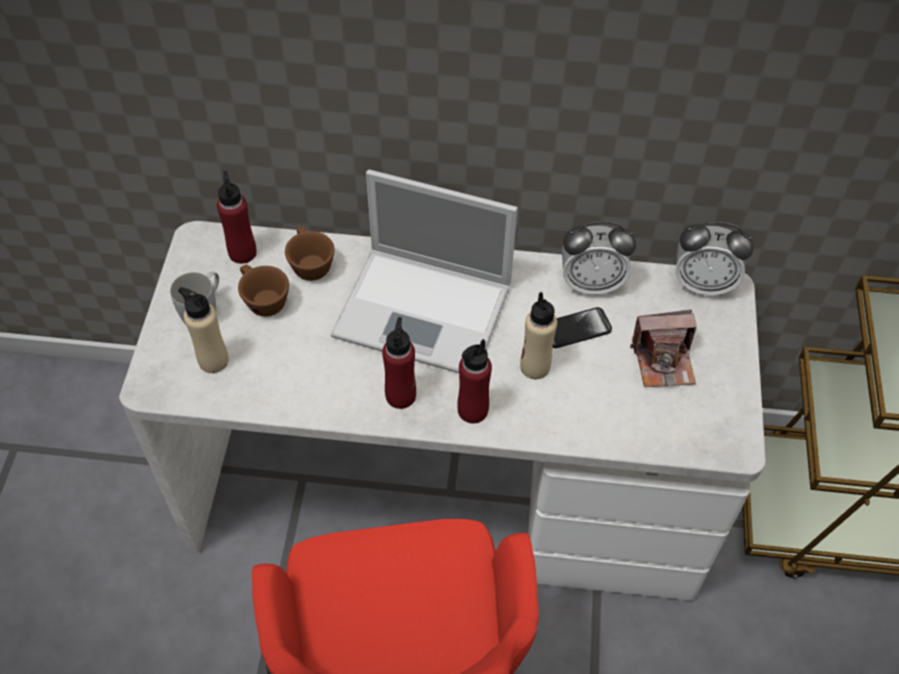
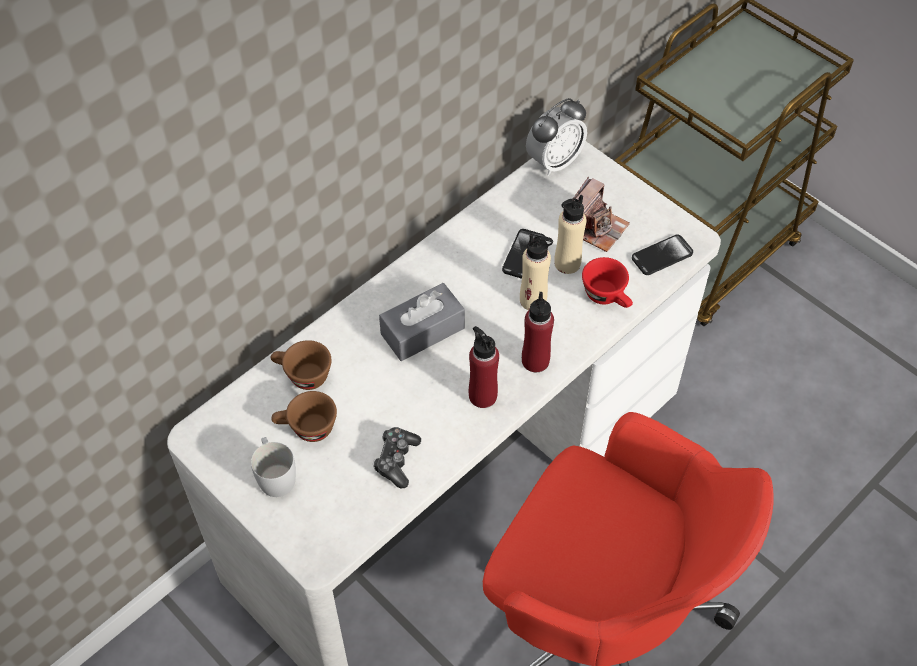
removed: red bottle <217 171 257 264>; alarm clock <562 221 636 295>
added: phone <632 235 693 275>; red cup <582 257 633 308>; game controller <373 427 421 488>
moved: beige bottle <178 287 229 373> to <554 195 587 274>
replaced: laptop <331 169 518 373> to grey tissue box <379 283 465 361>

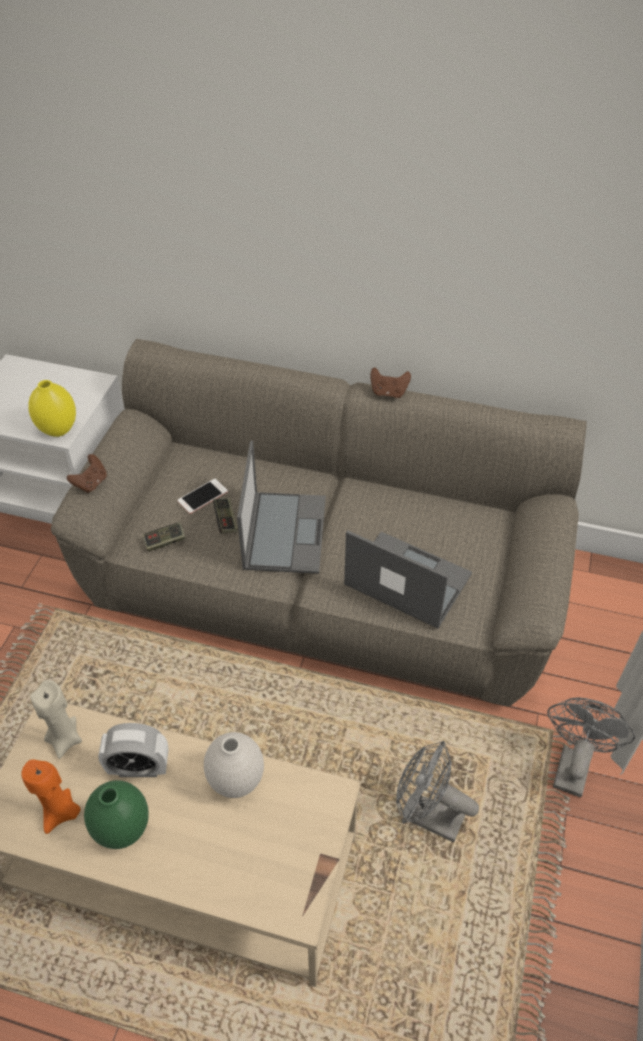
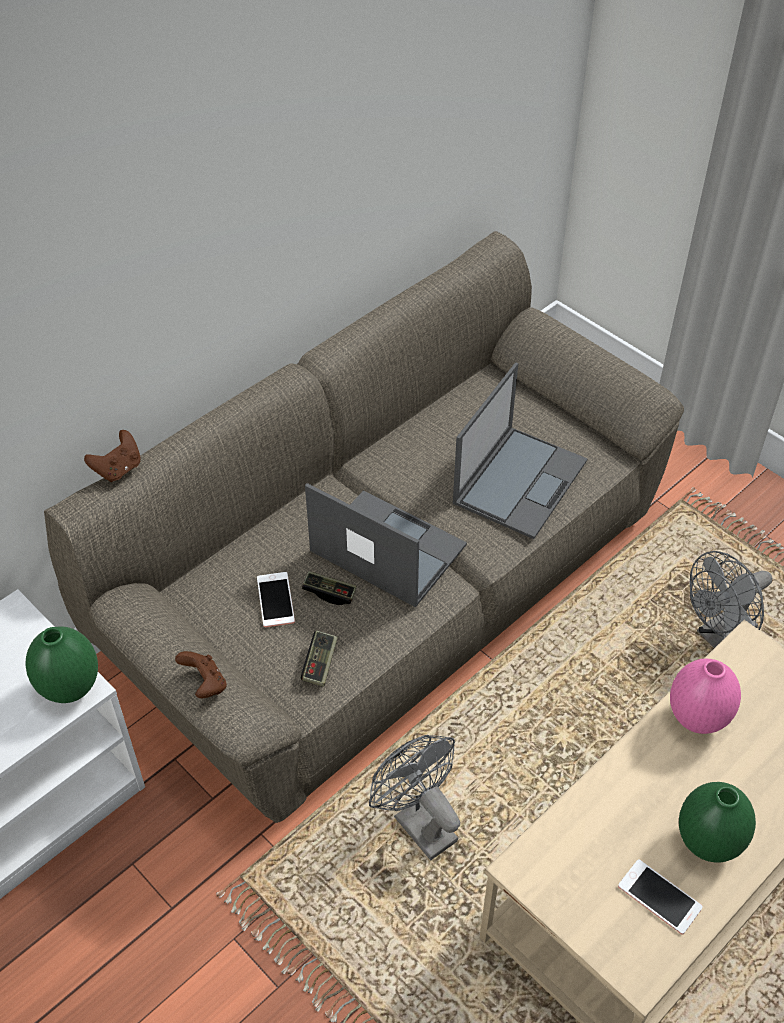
removed: beige candle <31 680 82 759>; alarm clock <98 723 168 777>
moved: brown game controller <370 367 411 398> to <84 430 141 482>; grey fan <547 697 635 797> to <369 735 460 861>
replaced: orange candle <21 760 81 834> to phone <618 859 703 935>
recoloured: yellow vase <28 380 76 437> to green vase <26 627 98 703>; white vase <204 732 264 798> to pink vase <670 659 741 734>
turned: laptop <344 530 472 628> = <453 362 588 539> 150 degrees clockwise

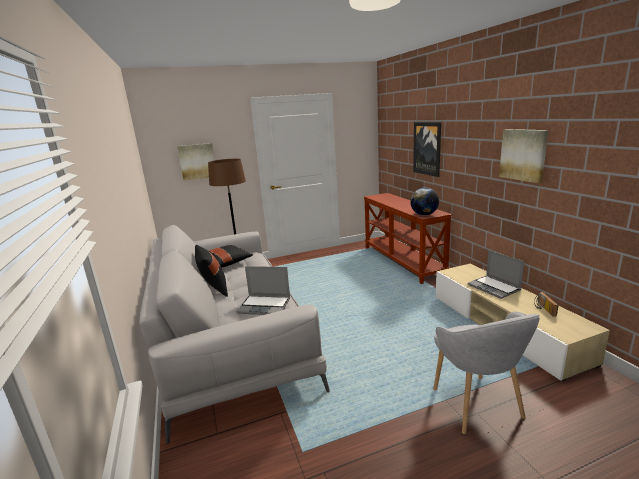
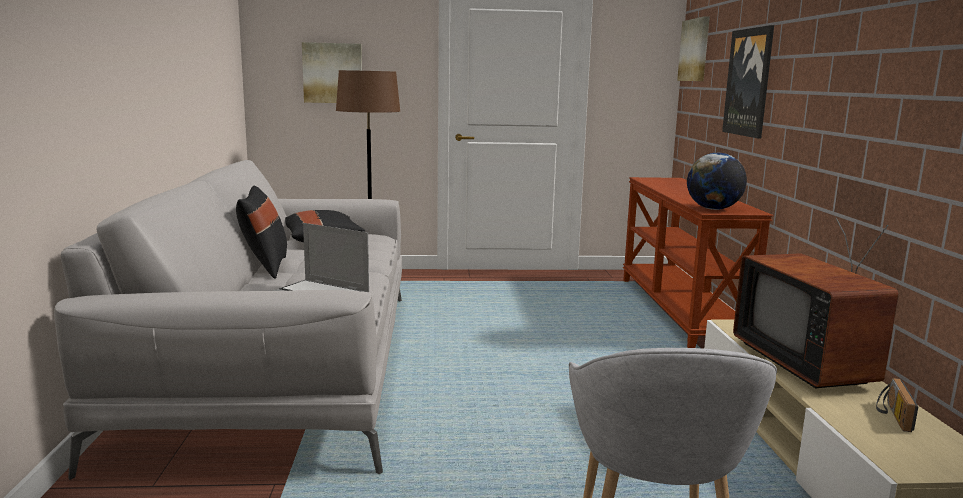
moved: picture <499 129 548 183> to <677 16 710 81>
replaced: laptop <468 250 524 299> to television <733 218 899 388>

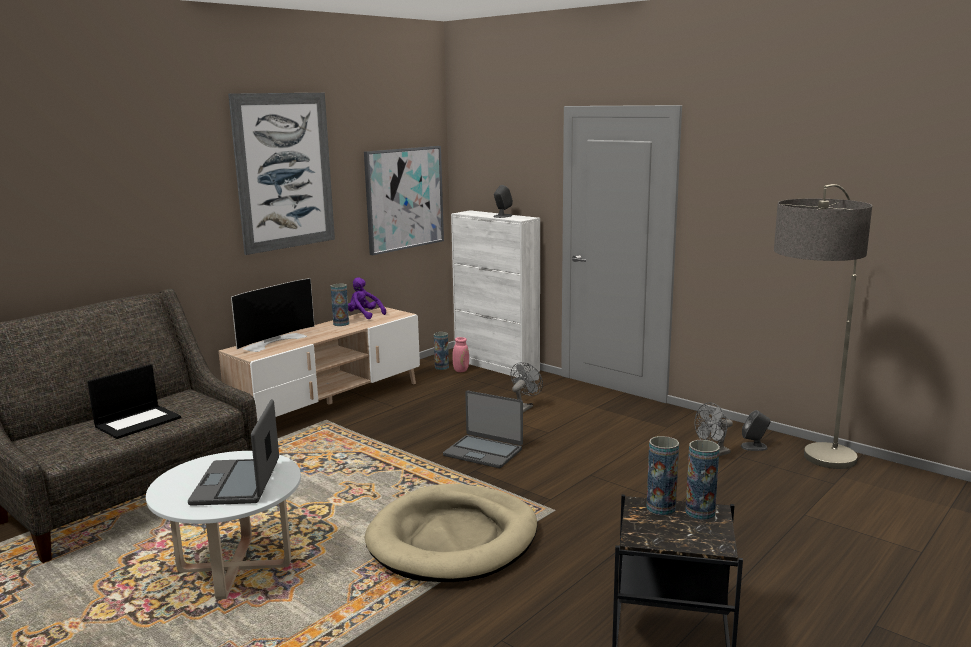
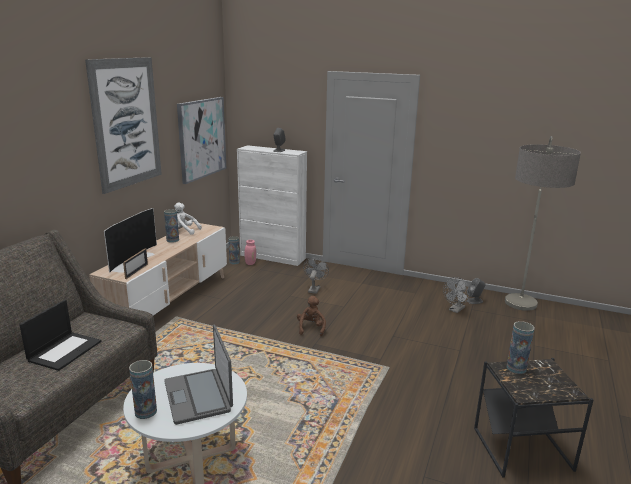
removed: beige dog bed <365 484 537 582>
added: picture frame <123 248 148 279>
moved: vase <685 440 720 520> to <129 360 157 419>
replaced: laptop <443 391 523 468> to brown plush toy <297 296 326 336>
recoloured: purple plush toy <348 277 386 319> to white plush toy <174 203 202 235>

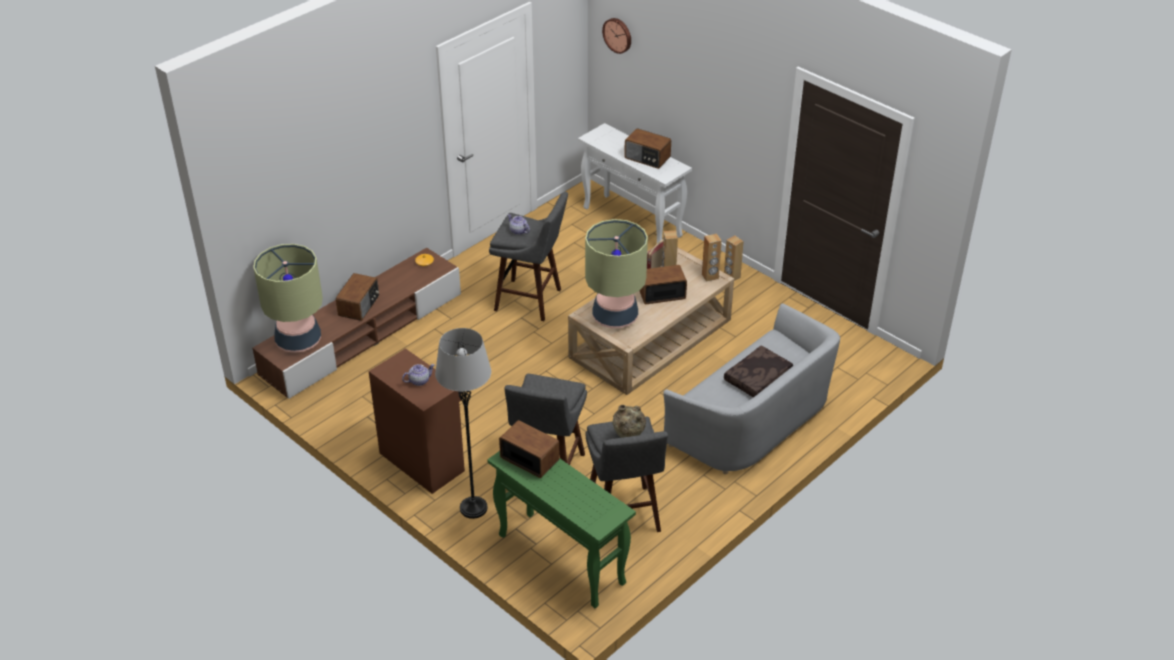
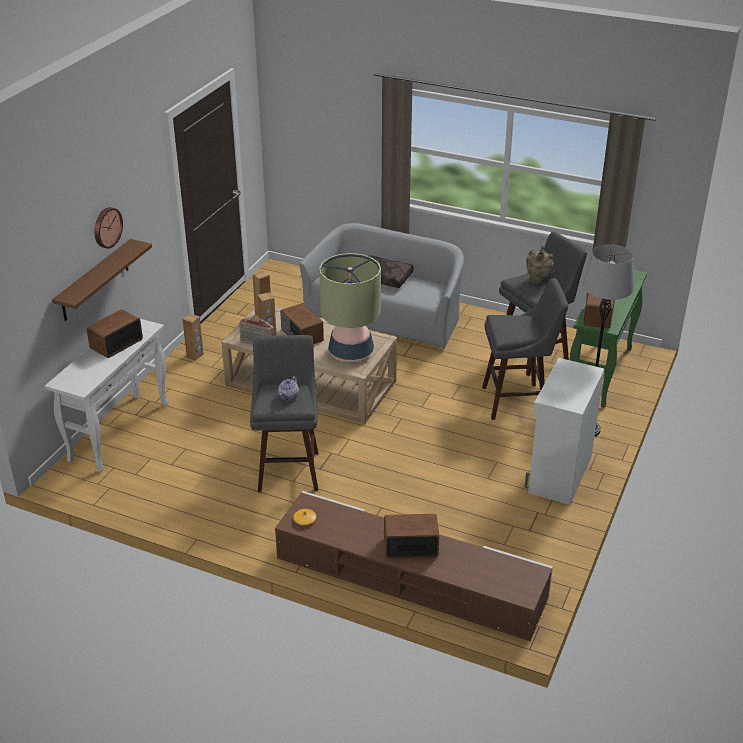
removed: table lamp <253 244 323 353>; teapot <402 364 435 386>
added: brown shelf <52 239 152 321>
moved: wall clock <602 18 631 54> to <95 207 123 249>
recoloured: brown cabinet <369 348 465 494> to white cabinet <525 358 604 505>
turned: radio <624 129 671 169> = <86 309 143 358> 150 degrees counterclockwise

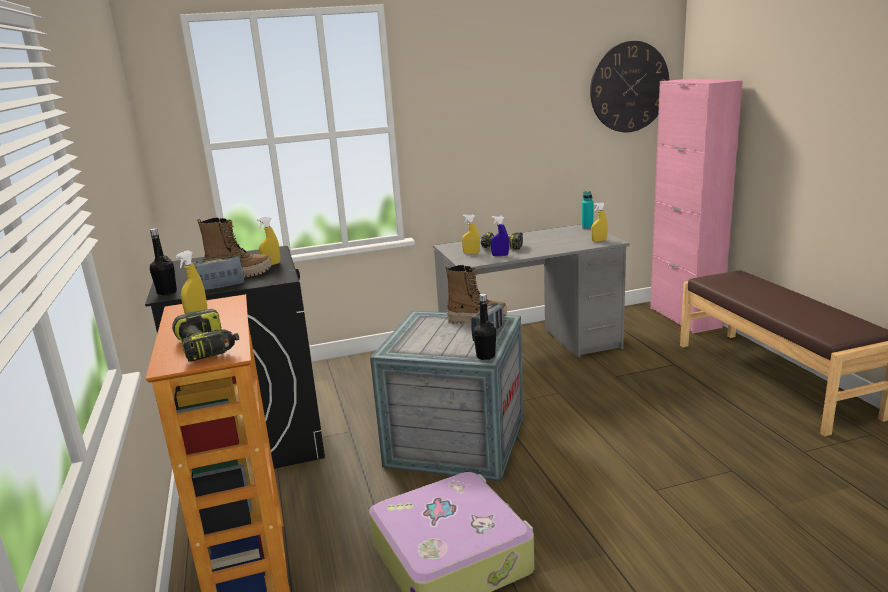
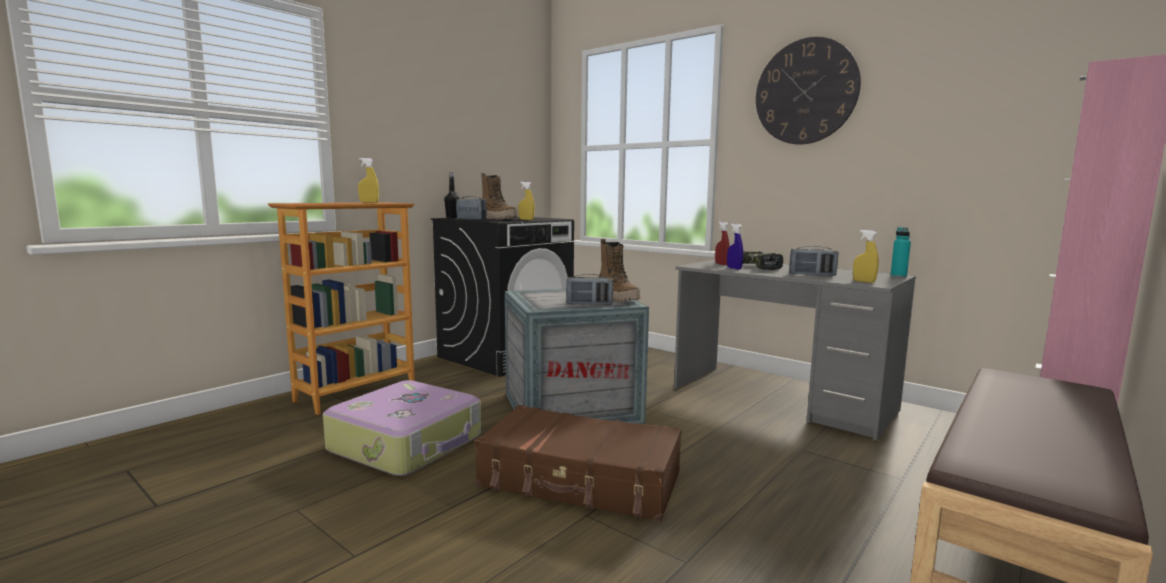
removed: black bottle <473 293 496 360>; power drill <172 309 239 361>
added: radio <789 246 839 276>; brown suitcase <475 405 682 522>
moved: wall clock <590 41 669 132> to <756 37 861 145>
recoloured: yellow spray bottle <462 214 480 254> to red spray bottle <715 222 730 265>

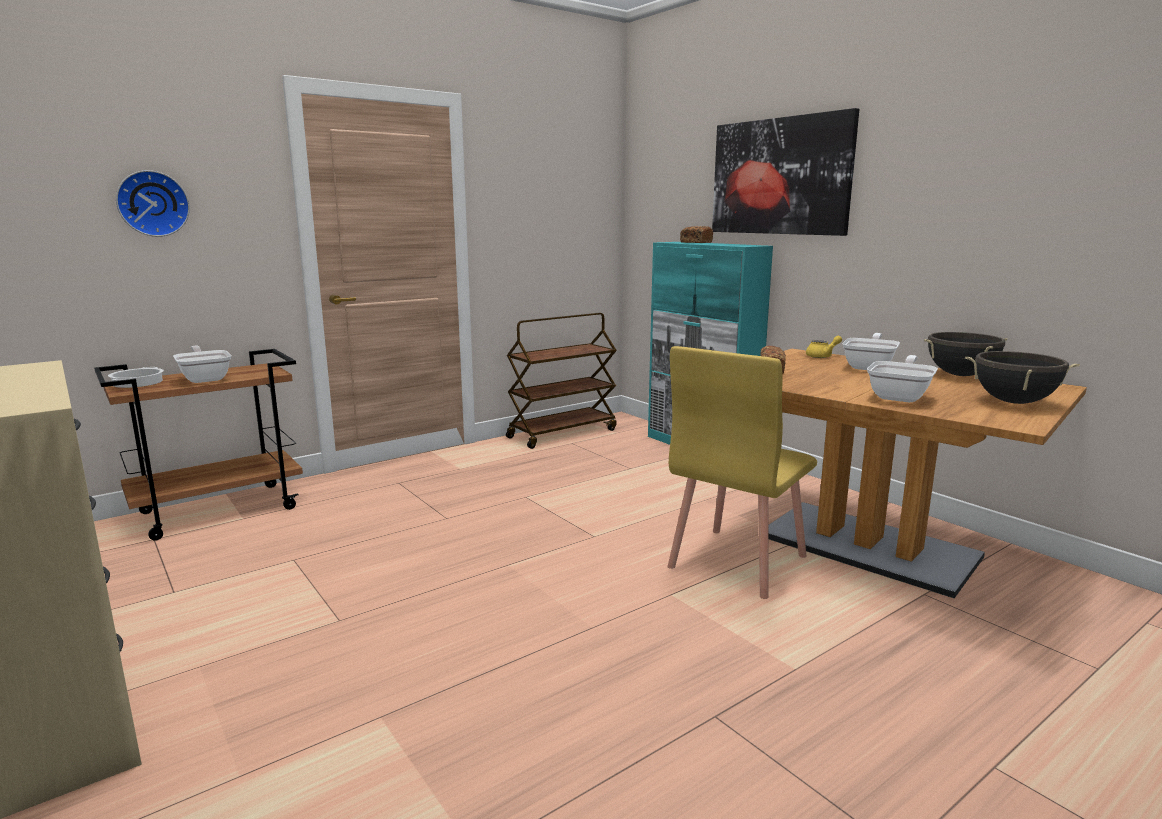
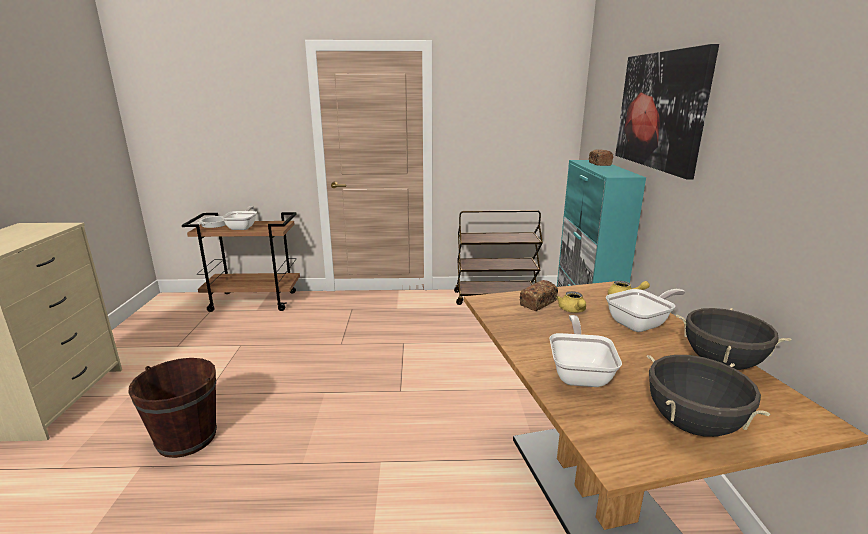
removed: wall clock <116 170 190 237>; yellow chair <668 346 817 599>
added: yellow teapot <556 291 586 313>; brown bucket <128 358 217 458>
turned: frying pan <867 355 938 402> = <549 315 622 387> 60 degrees counterclockwise

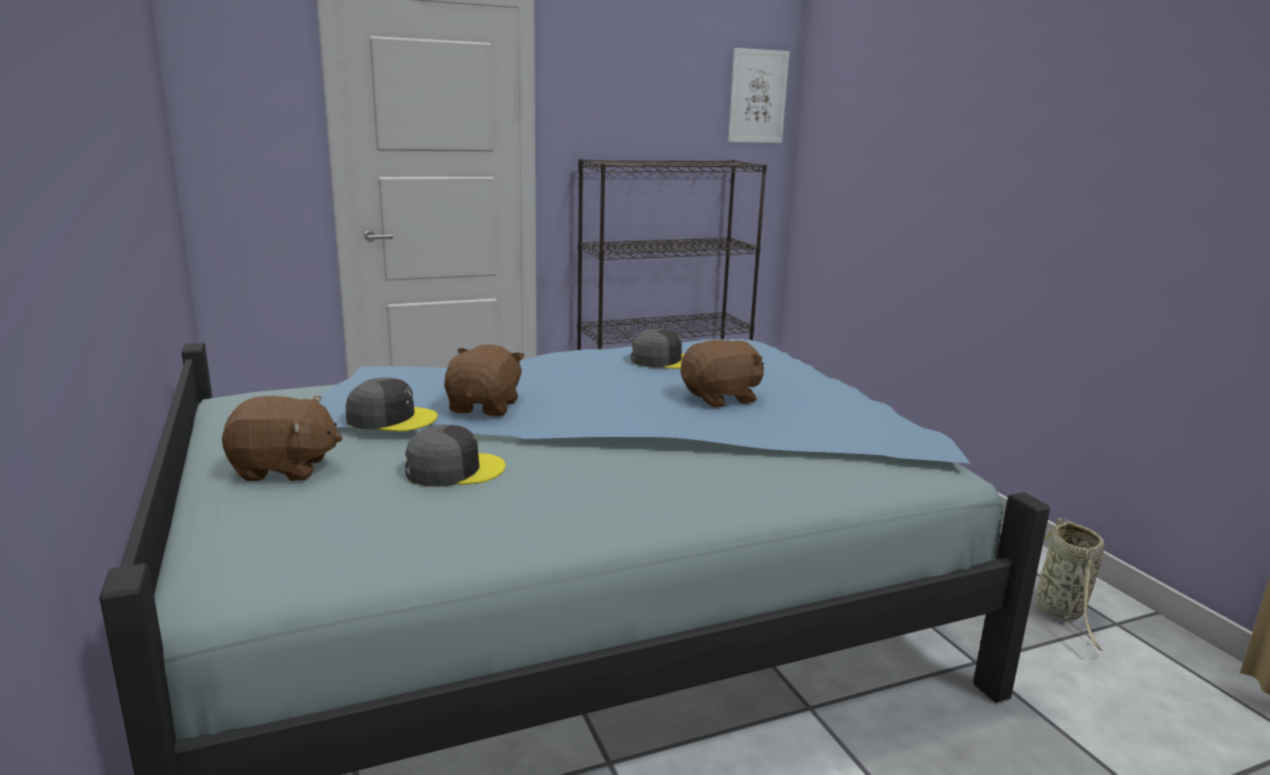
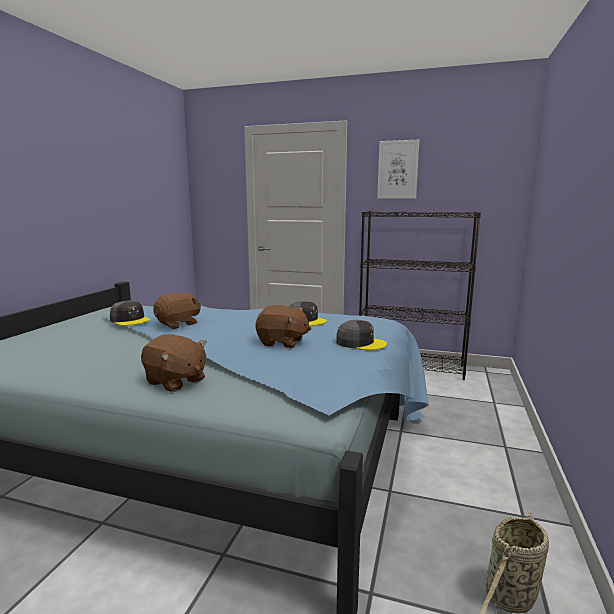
moved: picture <728 48 790 143> to <377 140 419 199>; brown plush toy <222 396 342 481> to <141 334 207 392>; grey cap <405 425 506 487> to <336 320 387 350>

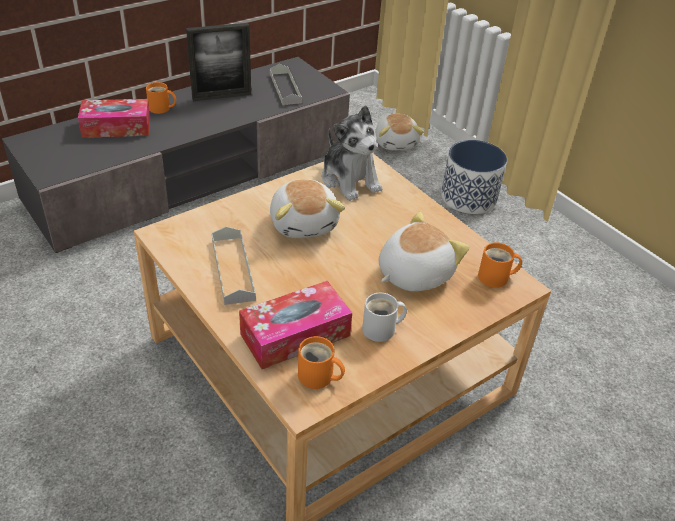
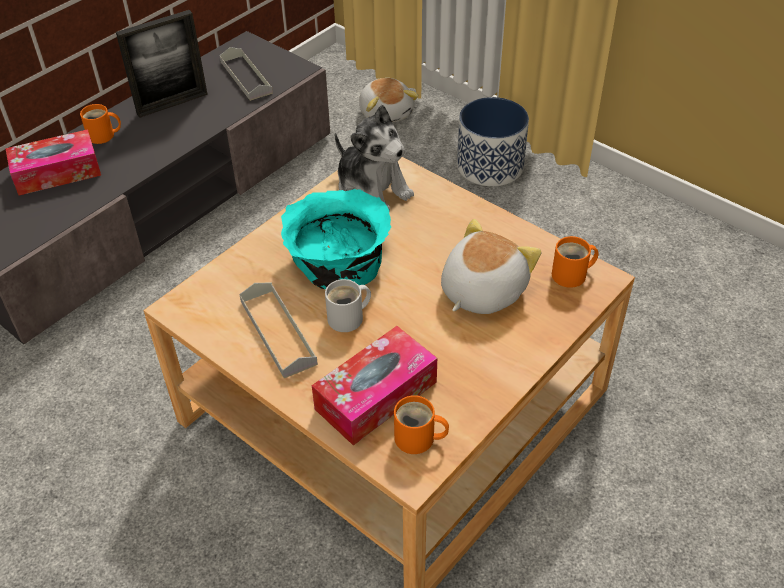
moved: white mug <362 293 407 342> to <325 279 371 332>
replaced: plush toy <270 179 345 238> to turquoise bowl <281 189 392 289>

